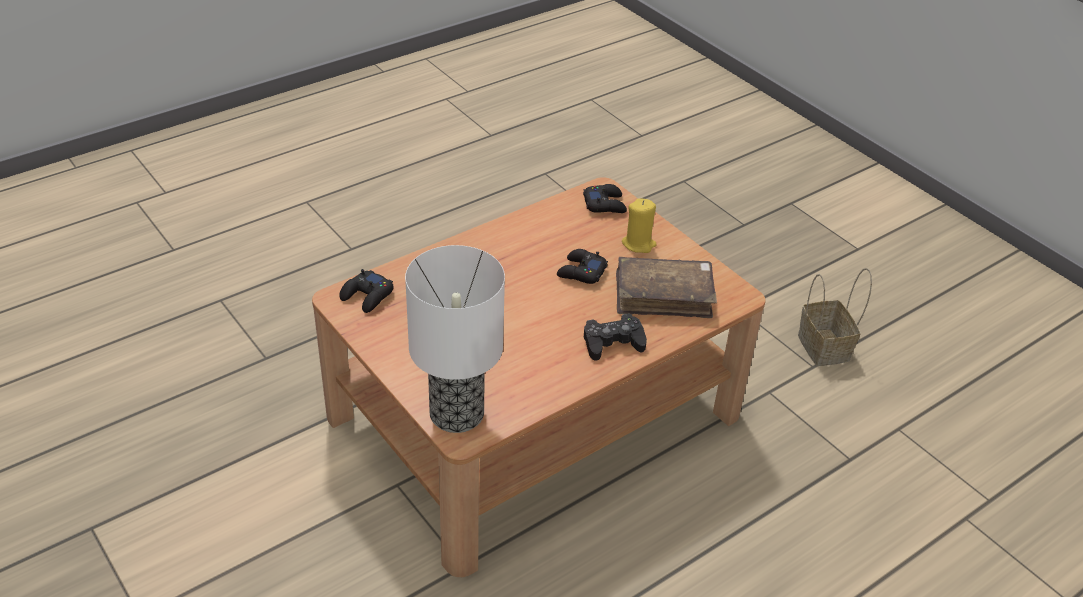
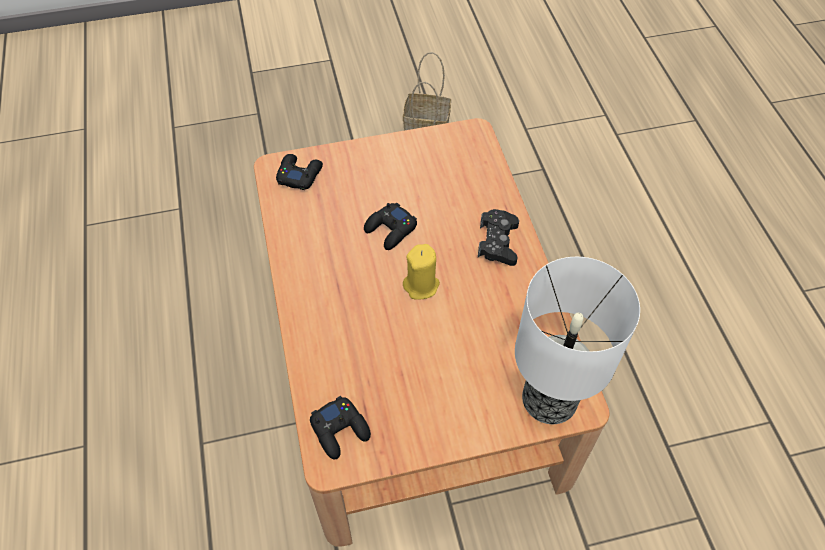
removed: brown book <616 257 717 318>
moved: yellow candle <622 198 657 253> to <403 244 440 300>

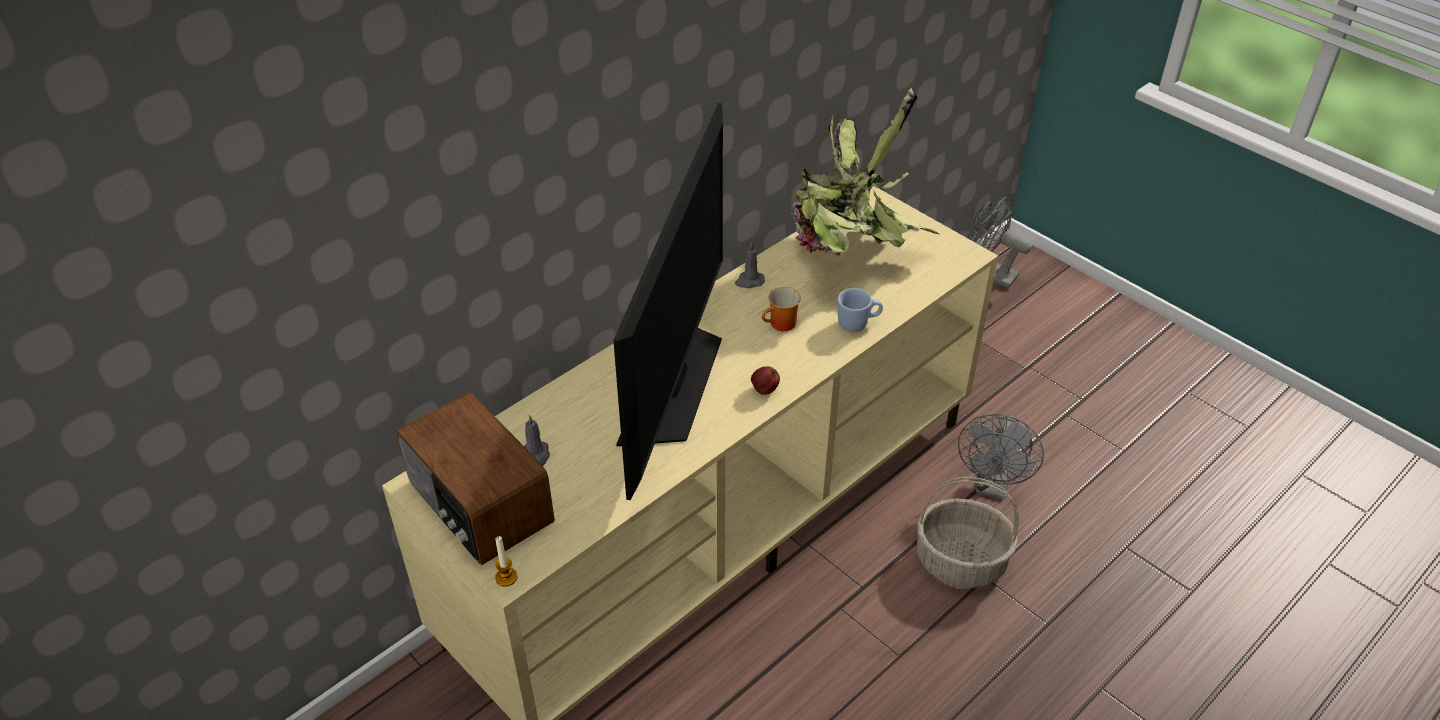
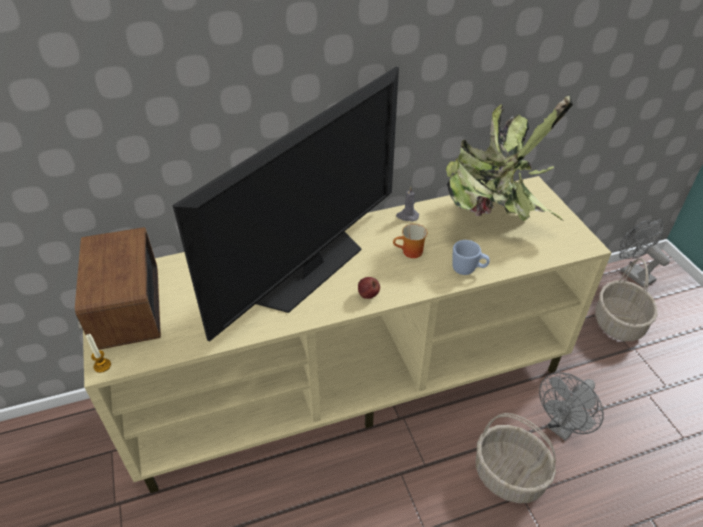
removed: grey candle <524 415 550 466>
added: basket <595 258 658 341>

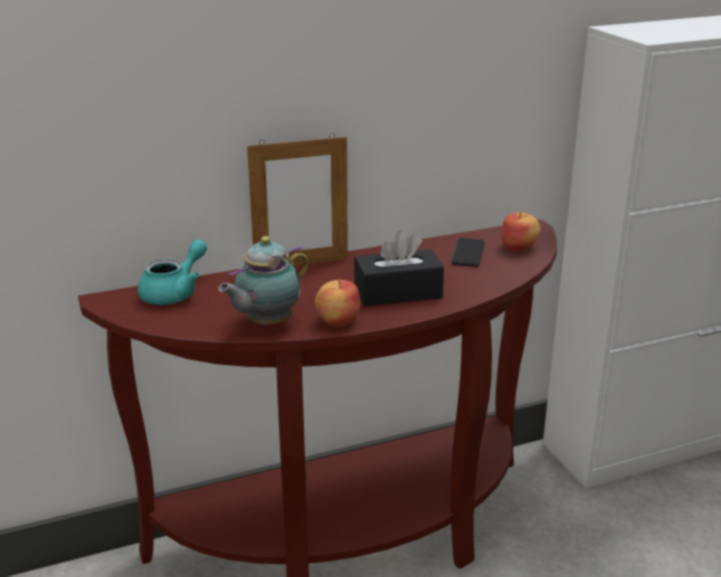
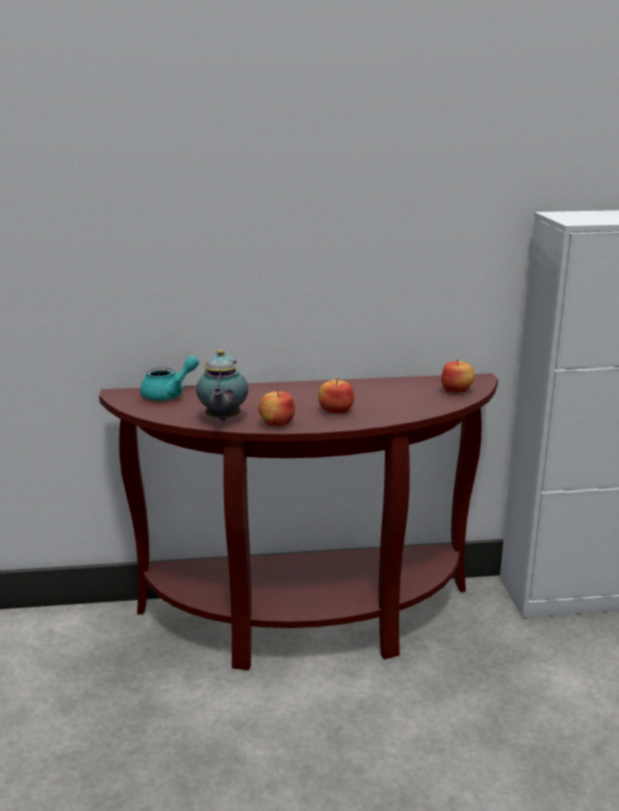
removed: picture frame <247 133 348 266>; phone <451 238 485 266>
replaced: black tissue box <354 230 444 307> to apple <318 378 354 414>
turned: teapot <218 236 309 326> = <196 349 248 421> 60 degrees counterclockwise

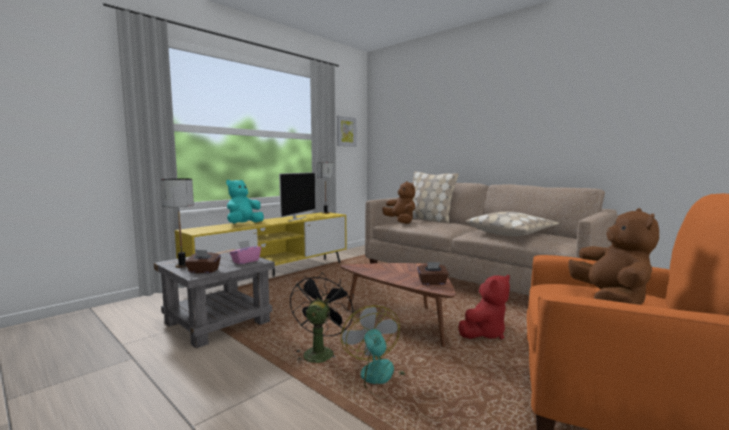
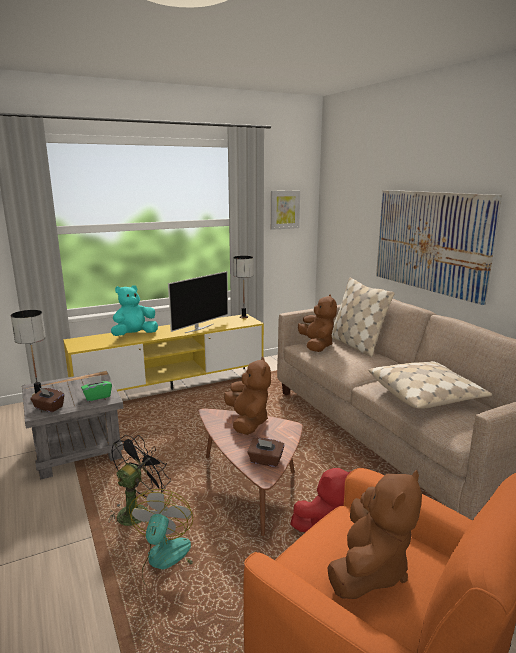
added: picture <376 190 502 305>; brown plush toy <224 357 271 435>
recoloured: pink tissue box <230 240 261 264> to green tissue box <81 375 112 401>

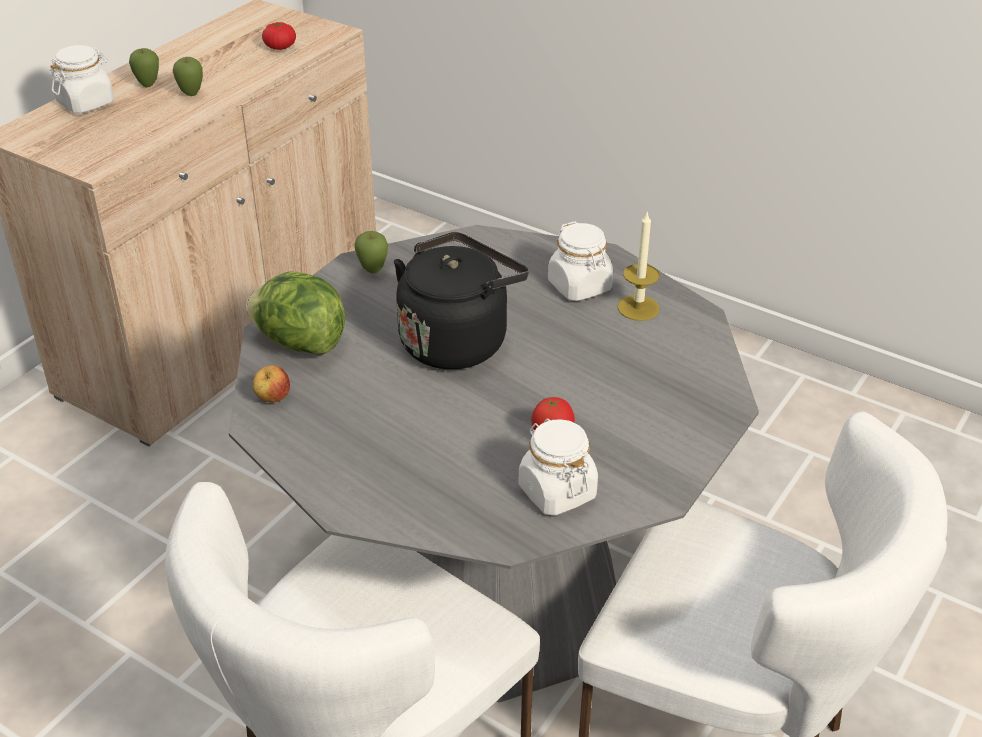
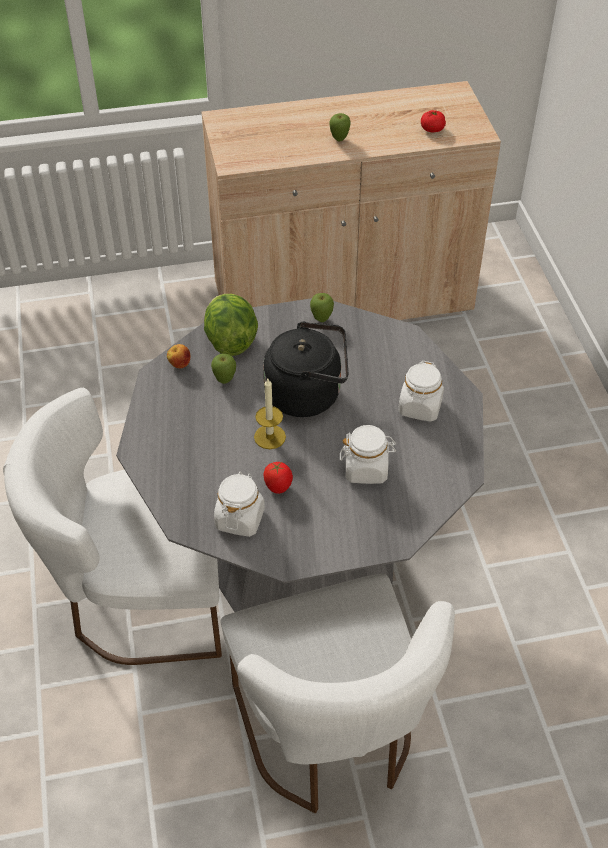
moved: white jar <49 45 114 113> to <340 425 396 484>; apple <129 48 159 87> to <211 353 236 384>; candle <617 213 660 321> to <254 379 286 449>

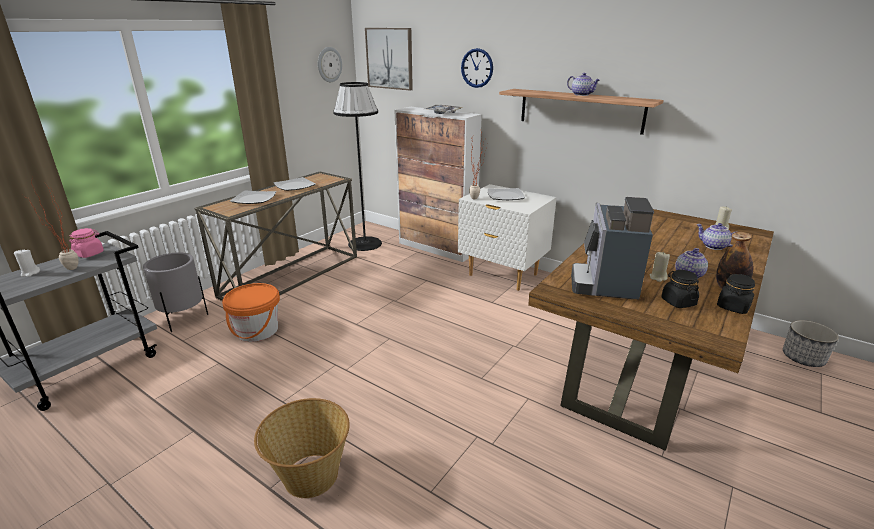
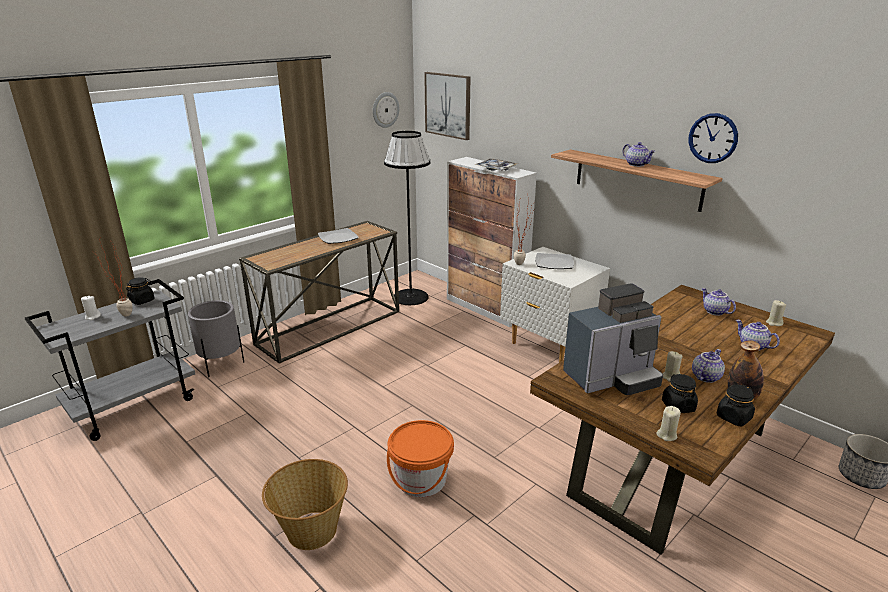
removed: plate <230 190 276 204>
added: teapot <702 288 736 316>; beige candle <656 406 681 441>
moved: wall clock <461 48 493 88> to <688 113 738 163>; orange bucket <222 283 280 342> to <387 420 454 497>
recoloured: pink jar <69 228 104 258> to black jar <126 277 155 305>
turned: coffee machine <571 197 654 299> = <563 283 663 395> 135 degrees counterclockwise

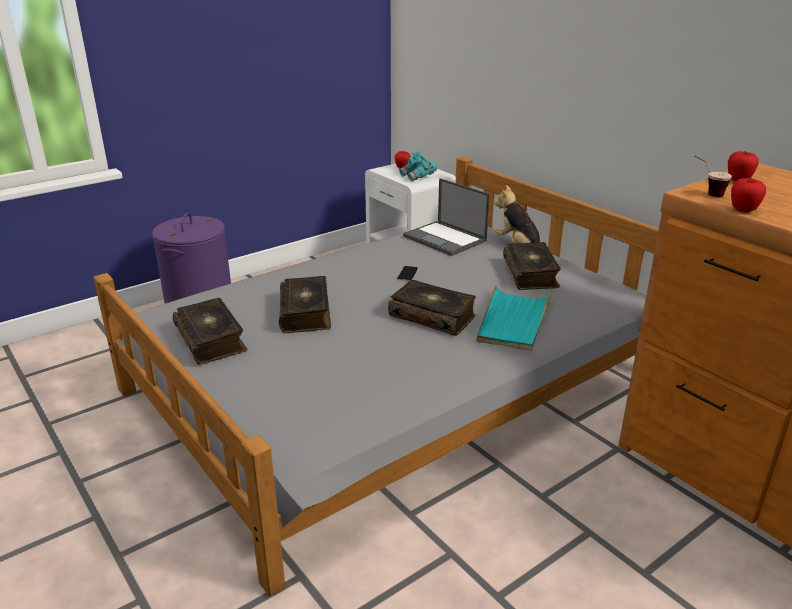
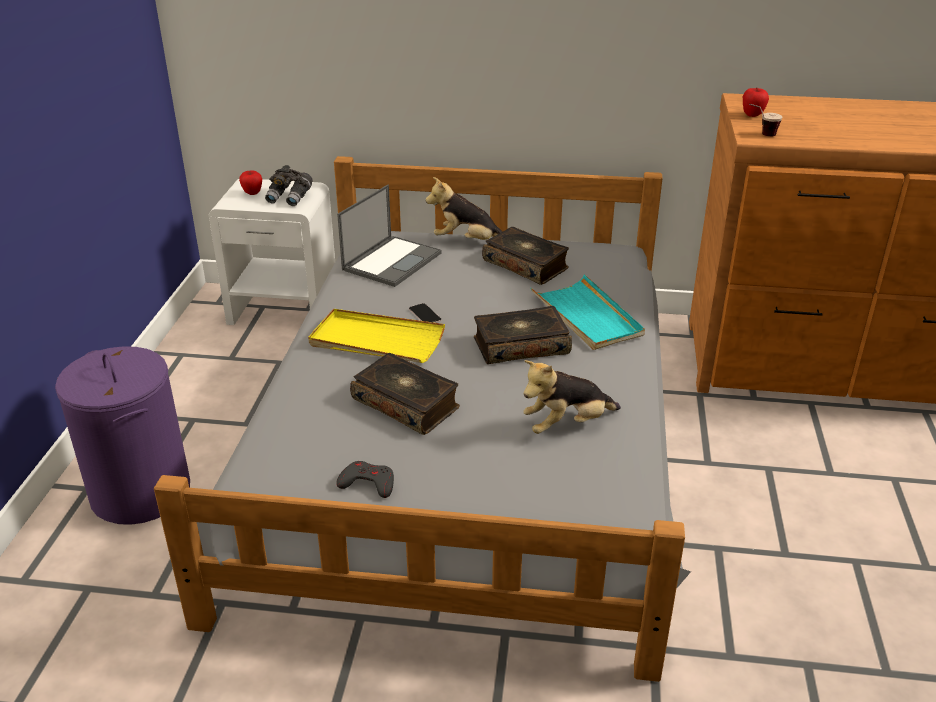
removed: apple <731 178 766 213>
added: yellow tray <308 309 445 363>; plush toy <523 360 621 434>
replaced: book <173 298 247 365> to grey game controller <336 461 394 498>
recoloured: turquoise binoculars <399 151 437 181> to grey binoculars <265 165 313 206>
turned: laptop <403 178 490 256> = <337 185 442 287> 60 degrees counterclockwise

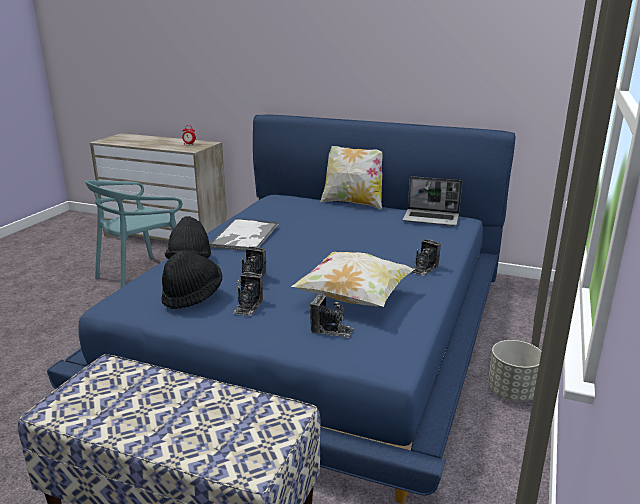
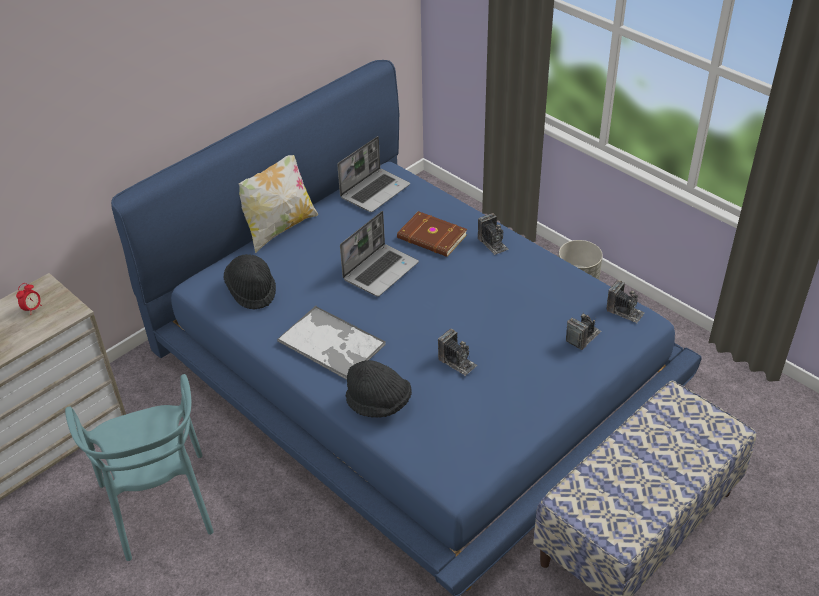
removed: pillow <291 252 415 307>
added: laptop <340 211 419 297>; brown book <397 211 467 257>
moved: black hat <161 250 222 309> to <224 254 276 310>; photo camera <233 272 263 316> to <607 280 645 323>

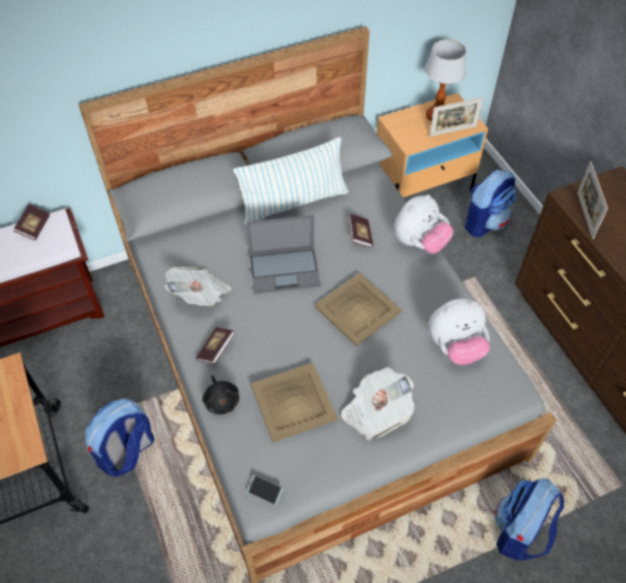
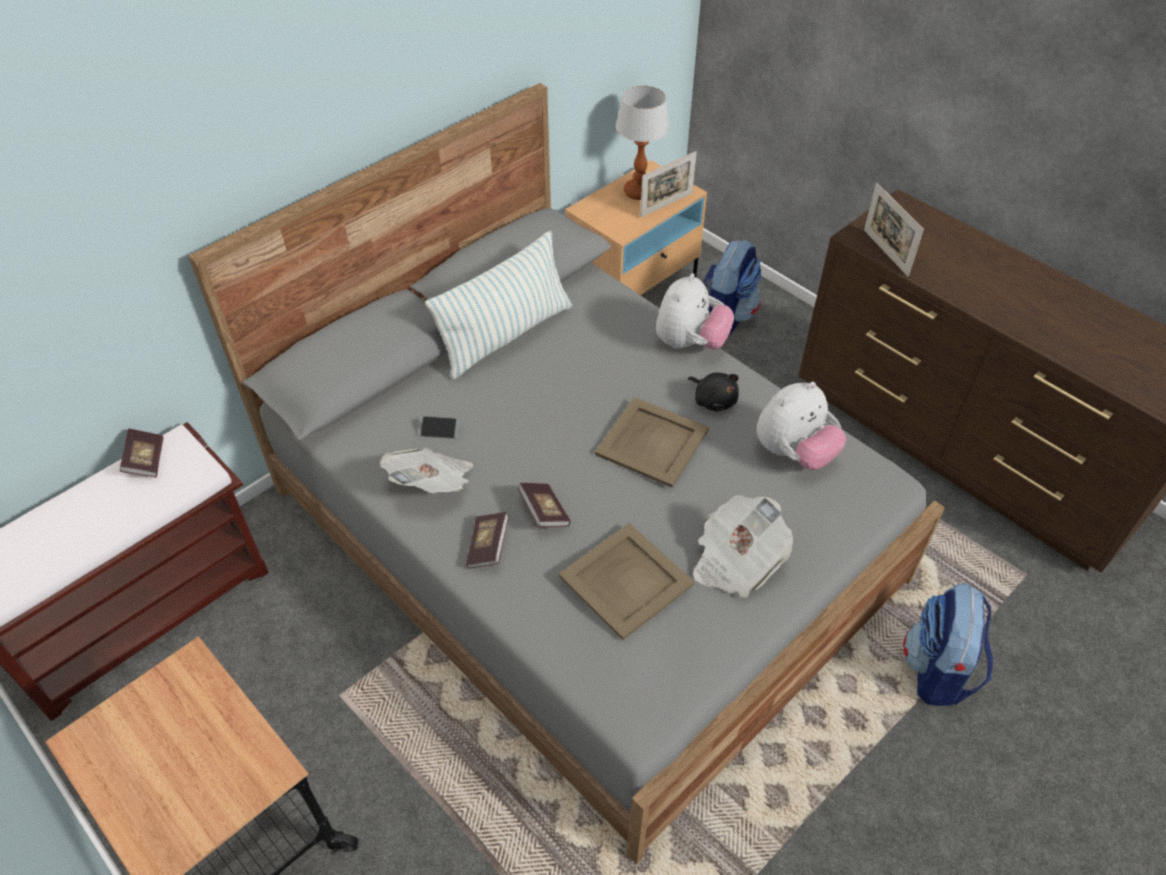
removed: laptop <246 215 321 294>; backpack <85 399 154 477>
moved: book <348 214 373 247> to <518 483 571 527>; black plush toy <202 375 239 414> to <688 372 739 412>; phone <247 475 284 505> to <418 416 460 439>

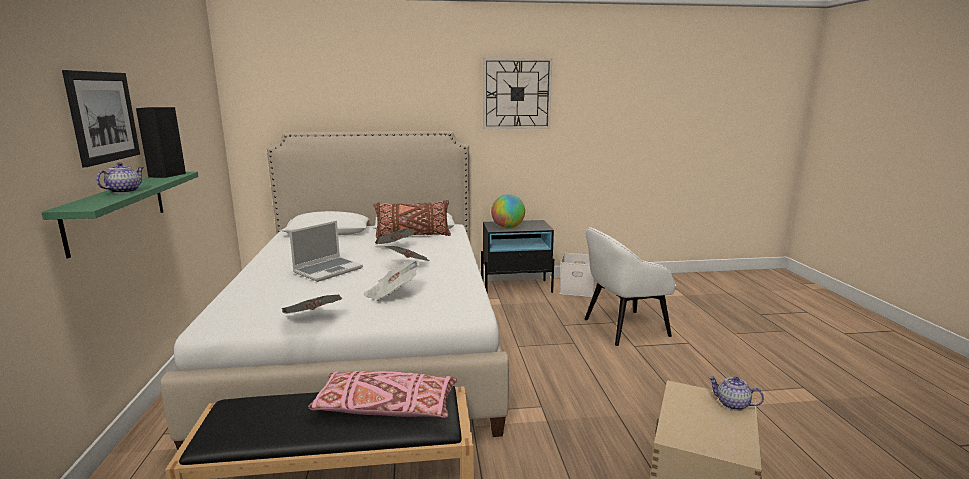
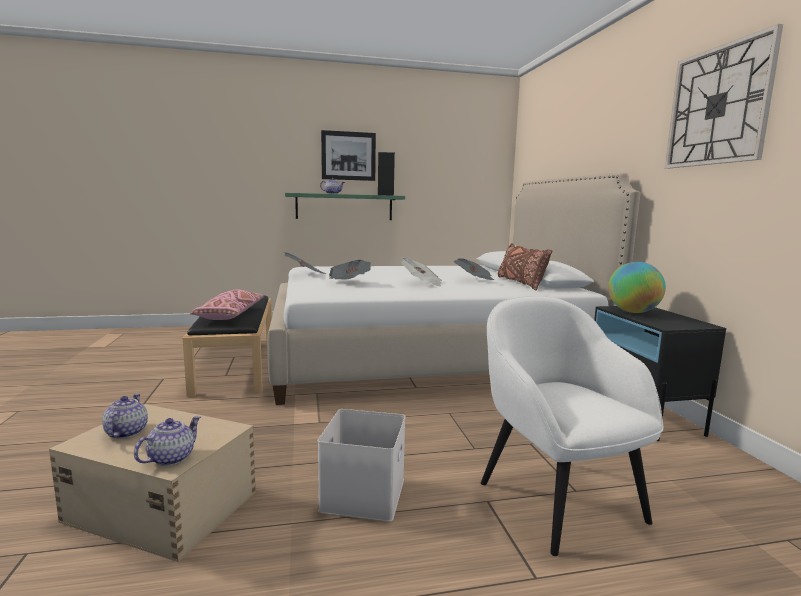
removed: laptop <289 221 363 282>
added: teapot <102 394 148 439>
moved: white storage box <559 253 595 297> to <317 409 405 522>

